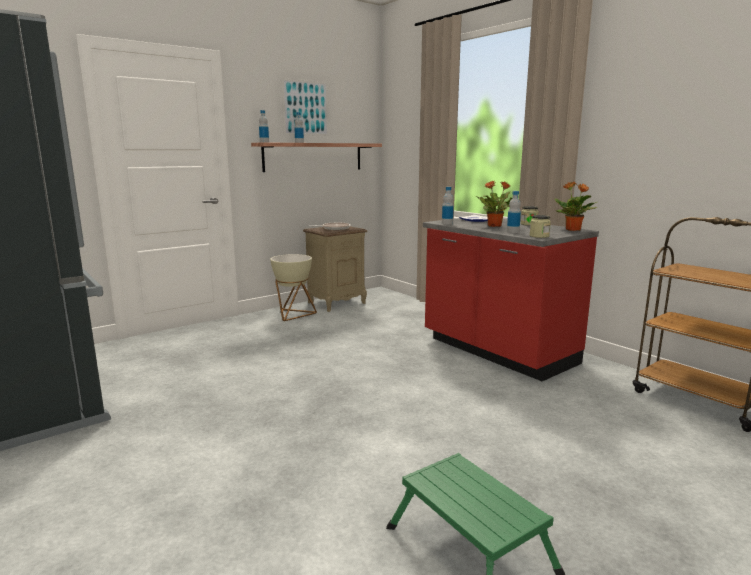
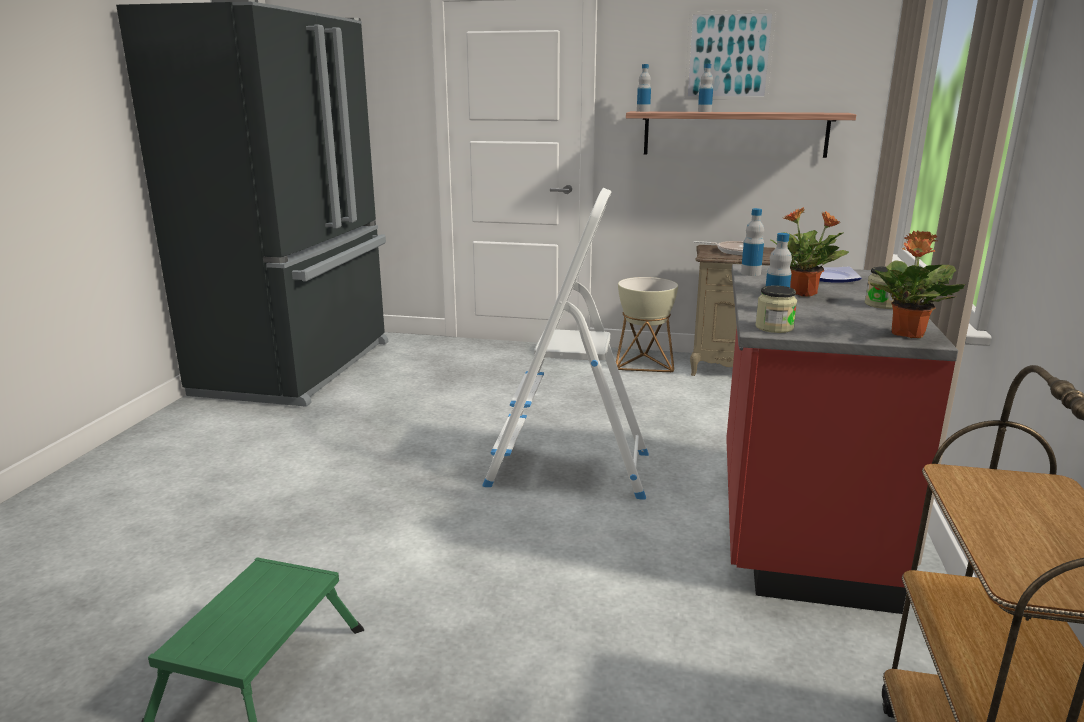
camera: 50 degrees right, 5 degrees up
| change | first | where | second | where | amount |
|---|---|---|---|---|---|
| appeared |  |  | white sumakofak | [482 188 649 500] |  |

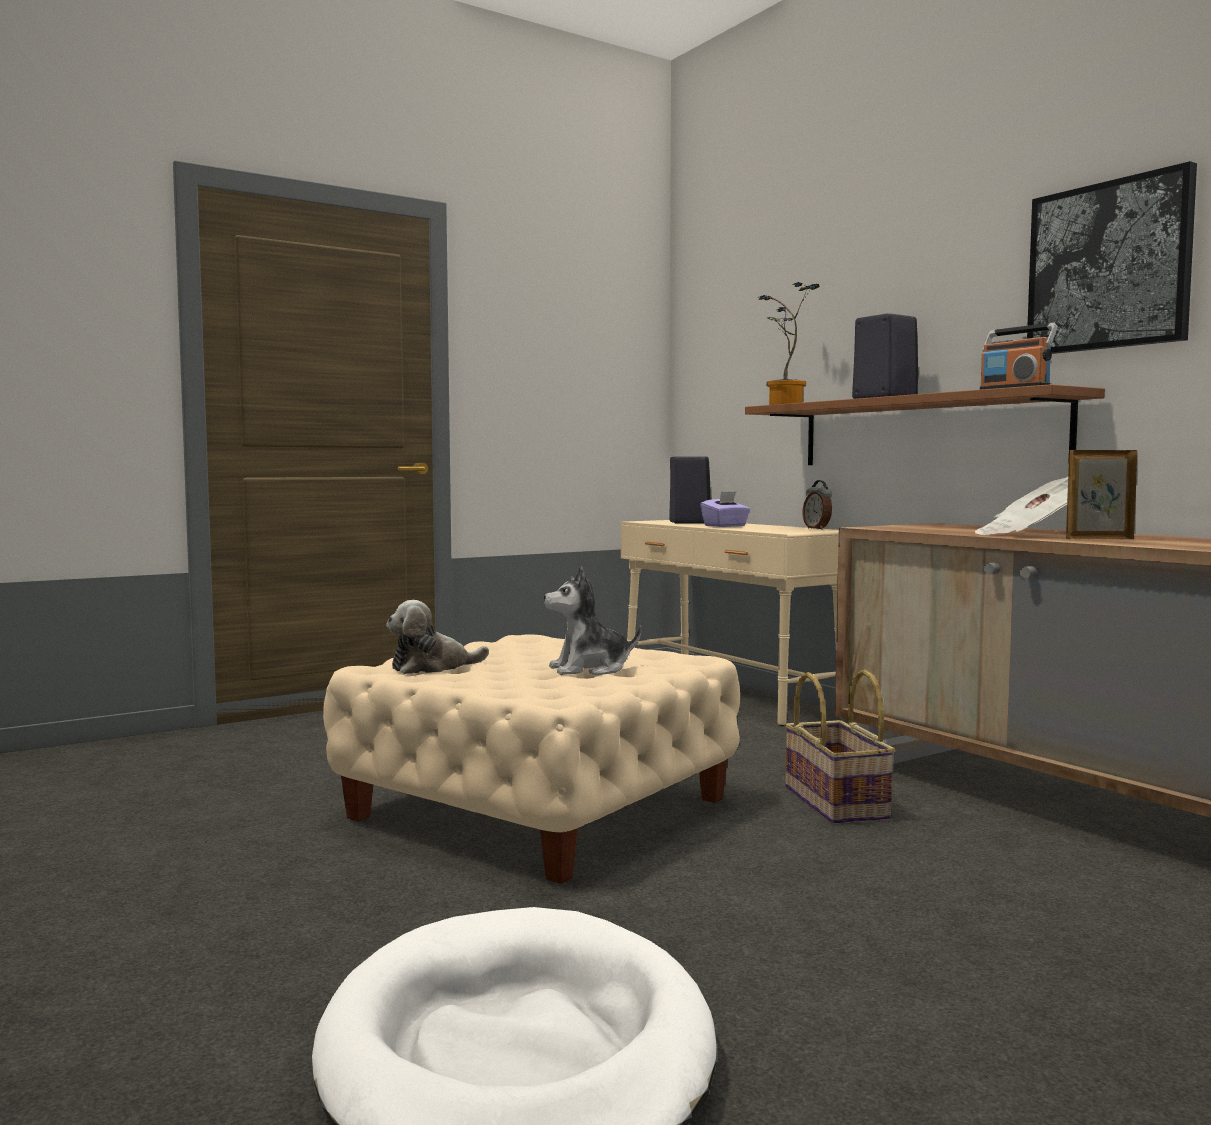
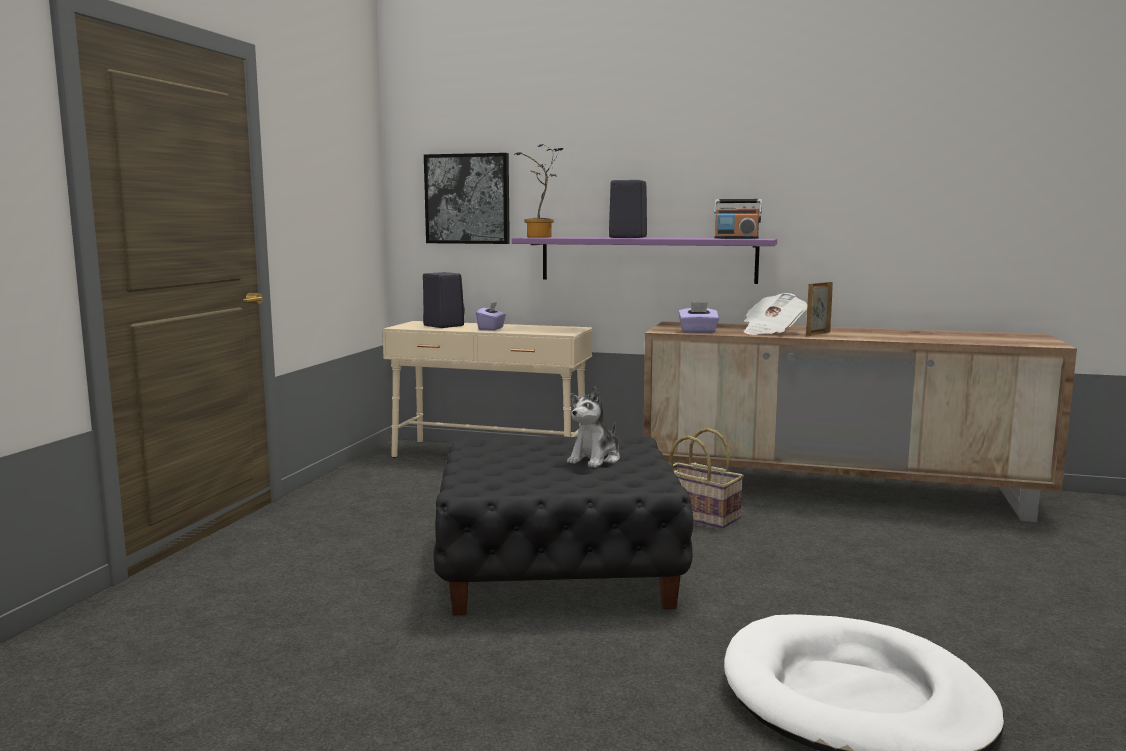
camera: 40 degrees left, 5 degrees up
| change | first | where | second | where | amount |
|---|---|---|---|---|---|
| relocated | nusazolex | [1027 161 1197 354] |  | [424 153 510 244] |  |
| colour | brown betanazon | [745 384 1105 465] | purple betanazon | [512 237 777 284] |  |
| missing | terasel | [803 480 832 530] |  |  |  |
| missing | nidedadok | [386 600 489 674] |  |  |  |
| colour | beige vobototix | [323 634 740 884] | black vobototix | [433 435 694 615] |  |
| appeared |  |  | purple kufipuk | [678 302 719 333] |  |

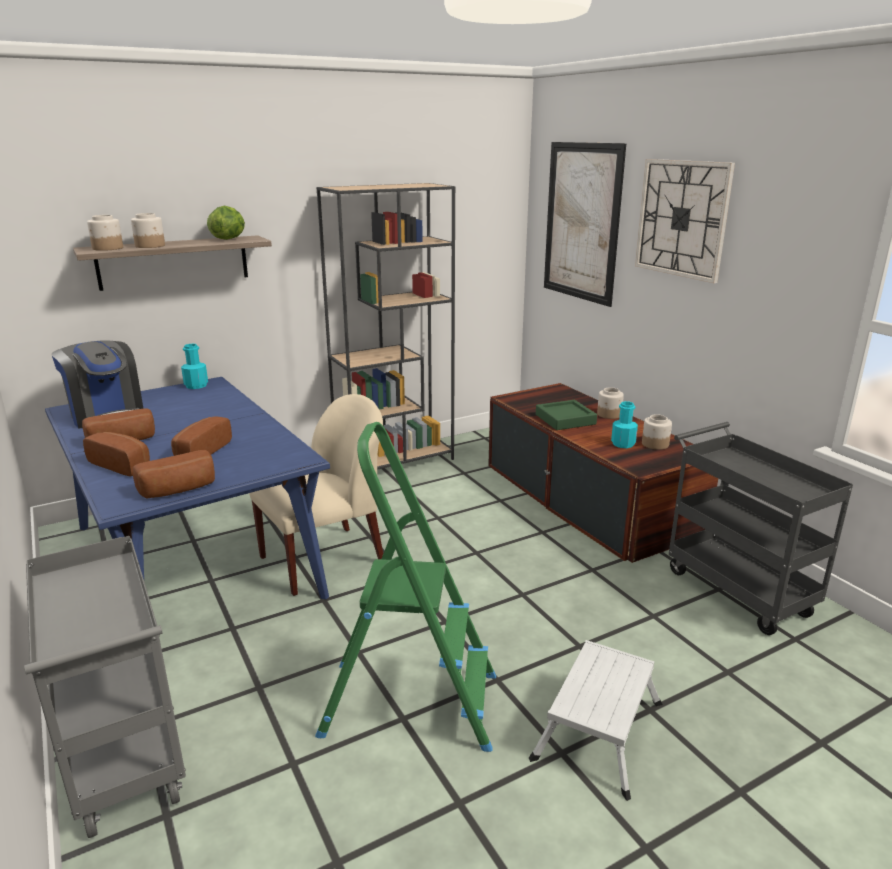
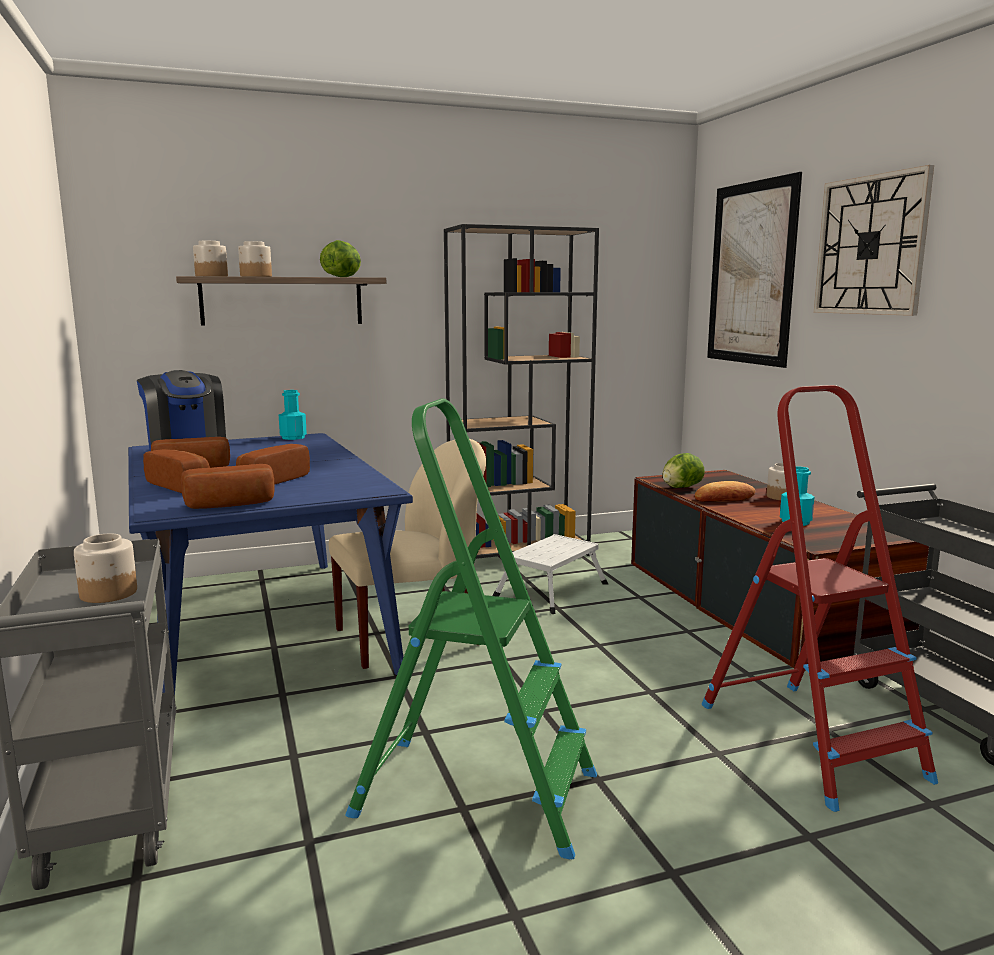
camera: 10 degrees right, 10 degrees down
| change | first | where | second | where | amount |
|---|---|---|---|---|---|
| exchanged | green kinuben | [536 400 597 430] | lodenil | [695 481 755 502] |  |
| relocated | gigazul | [642 414 672 450] |  | [74 533 137 603] |  |
| relocated | white sumakofak | [529 640 663 801] |  | [493 534 608 614] |  |
| appeared |  |  | red sumakofak | [702 385 938 812] |  |
| appeared |  |  | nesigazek | [662 453 705 488] |  |

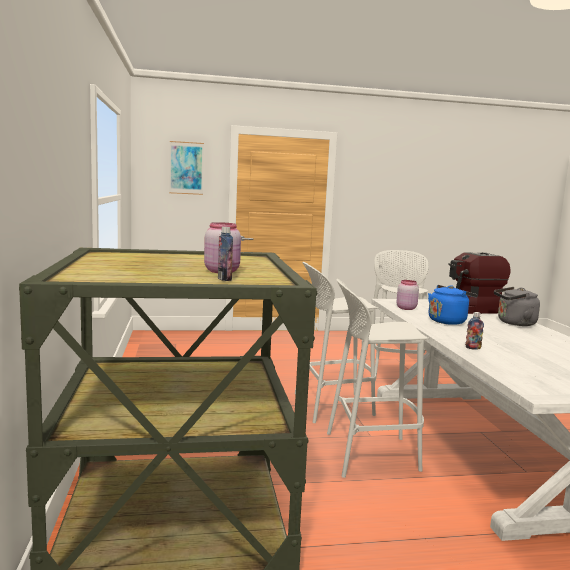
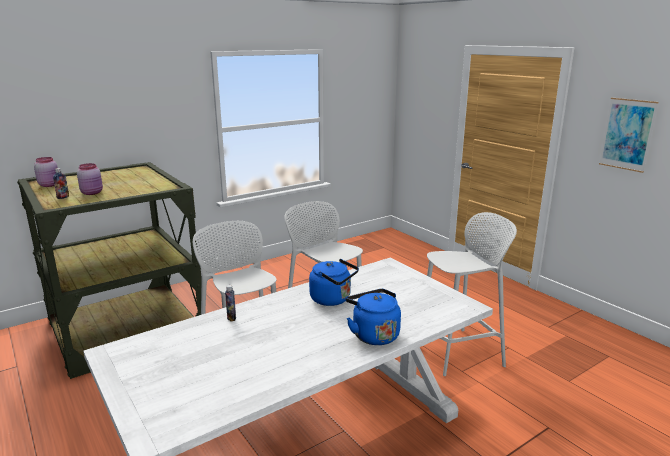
camera: 65 degrees right, 10 degrees up
| change | first | where | second | where | amount |
|---|---|---|---|---|---|
| relocated | nusazolex | [169 141 204 195] |  | [599 98 659 173] |  |
| missing | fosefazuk | [448 253 511 314] |  |  |  |
| relocated | pink gigazul | [396 280 419 310] |  | [34 157 58 187] |  |
| colour | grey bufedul | [494 287 540 326] | blue bufedul | [346 289 401 345] |  |

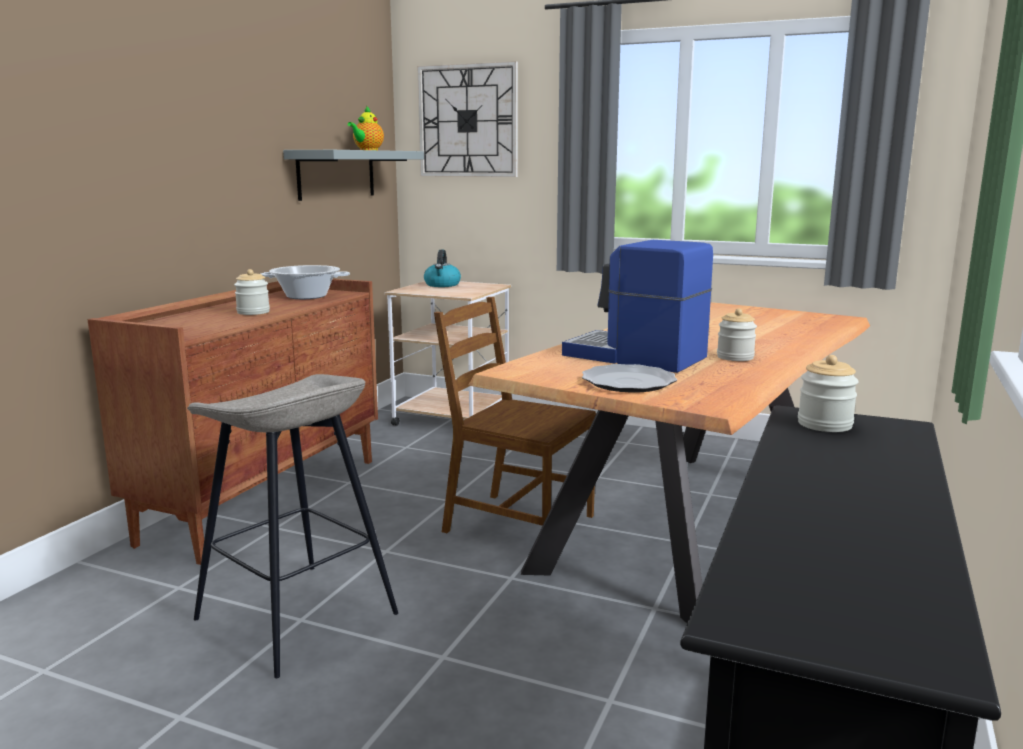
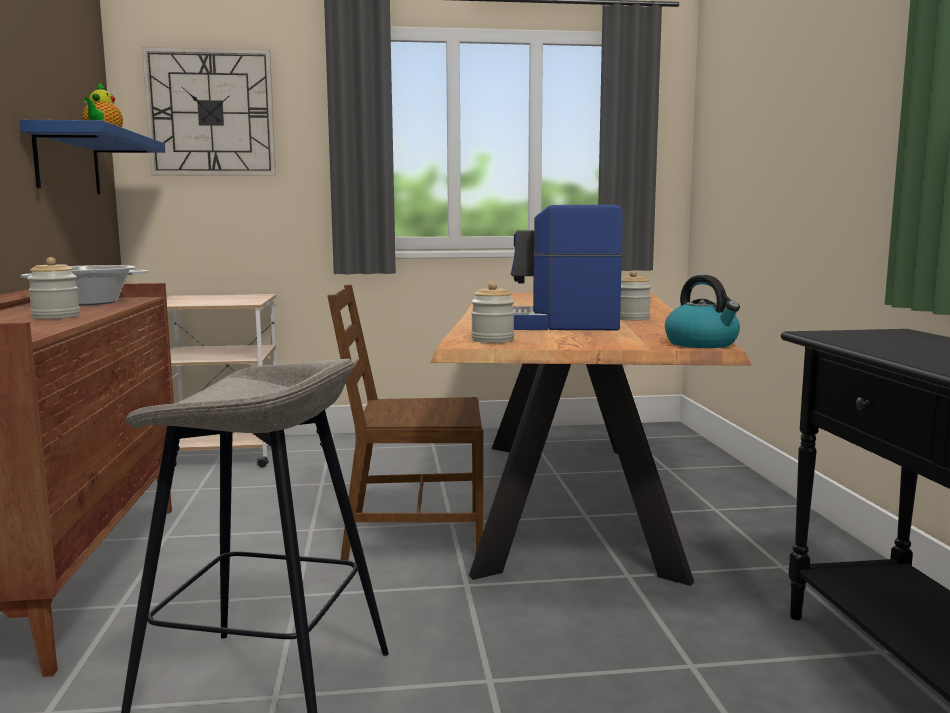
camera: 30 degrees left, 5 degrees down
| change | first | where | second | where | amount |
|---|---|---|---|---|---|
| colour | grey betanazon | [283 150 424 201] | blue betanazon | [20 120 165 194] |  |
| relocated | bufedul | [424 250 461 287] |  | [665 275 740 348] |  |
| relocated | gigazul | [798 355 859 432] |  | [471 282 514 343] |  |
| missing | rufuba | [582 364 677 392] |  |  |  |

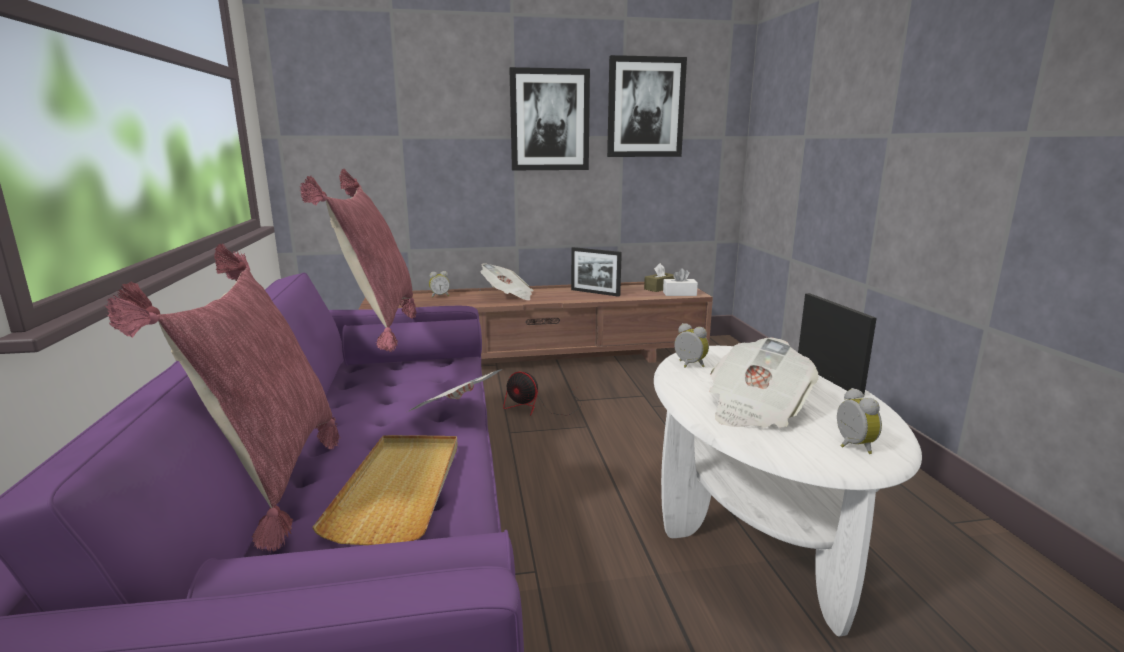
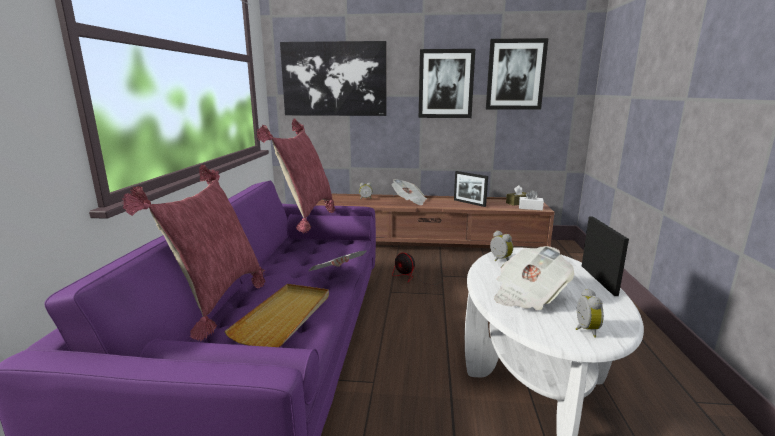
camera: 15 degrees right, 0 degrees up
| change | first | where | second | where | amount |
|---|---|---|---|---|---|
| appeared |  |  | nusazolex | [280 41 387 116] |  |

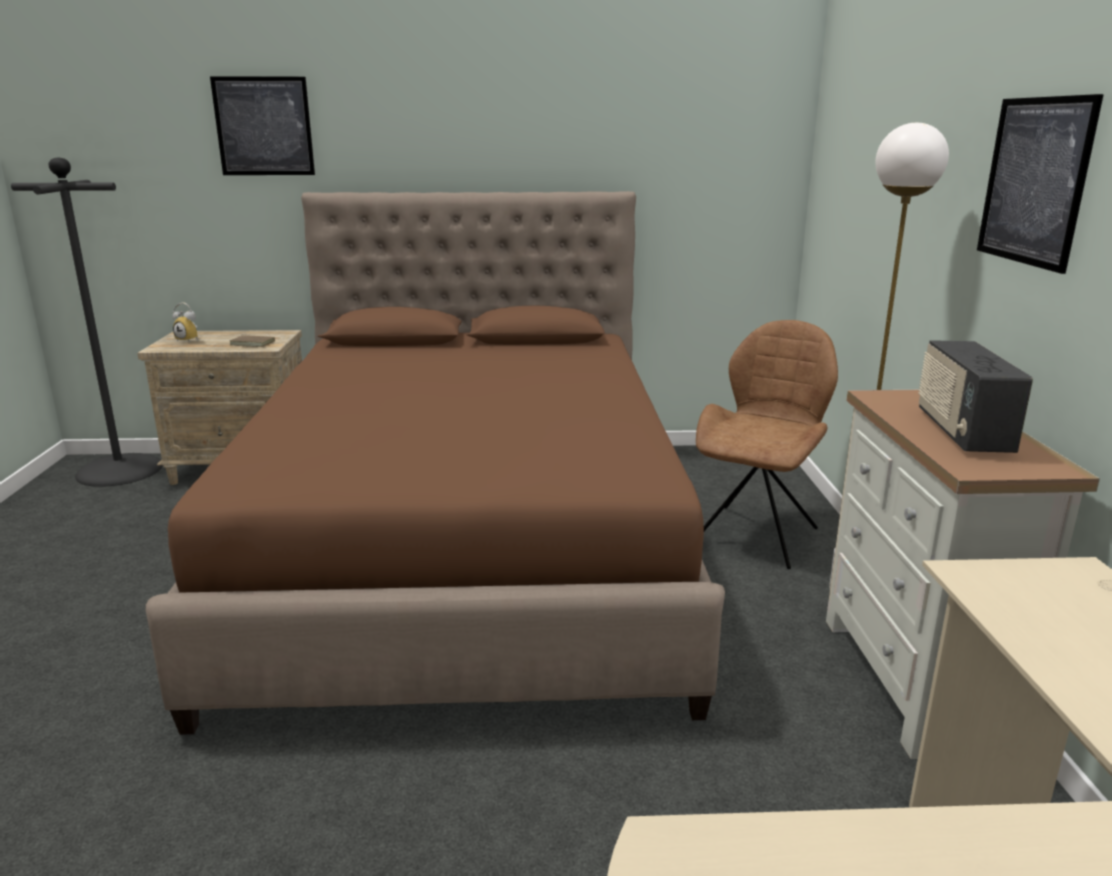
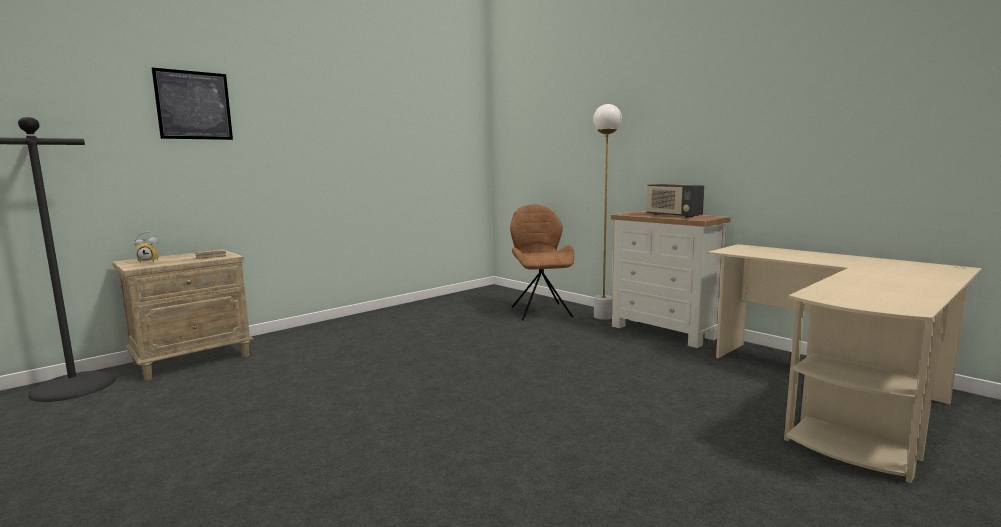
camera: 40 degrees left, 10 degrees down
| change | first | where | second | where | amount |
|---|---|---|---|---|---|
| missing | nusazolex | [977 94 1104 274] |  |  |  |
| missing | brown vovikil | [146 191 725 735] |  |  |  |

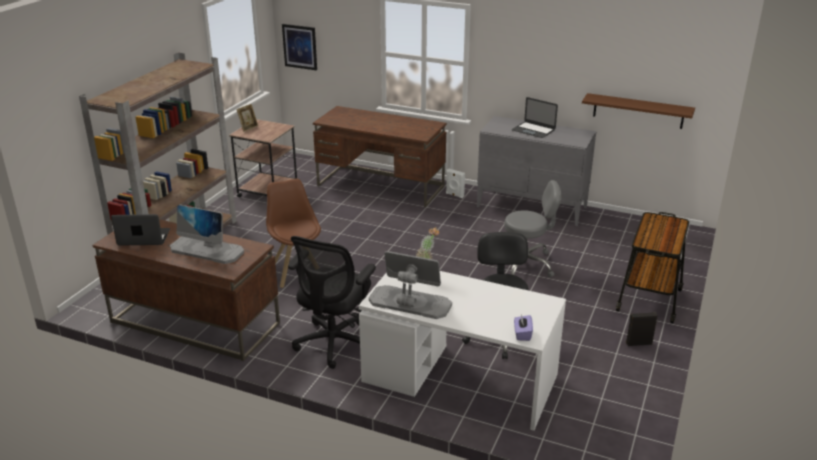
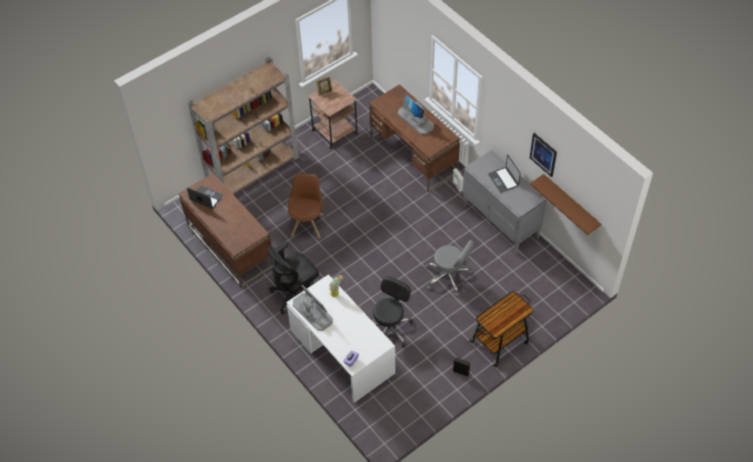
camera: 30 degrees right, 25 degrees up
| change | first | where | second | where | amount |
|---|---|---|---|---|---|
| relocated | nusazolex | [282 24 317 70] |  | [529 133 557 177] |  |
| relocated | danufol | [170 205 244 264] |  | [398 95 434 135] |  |

